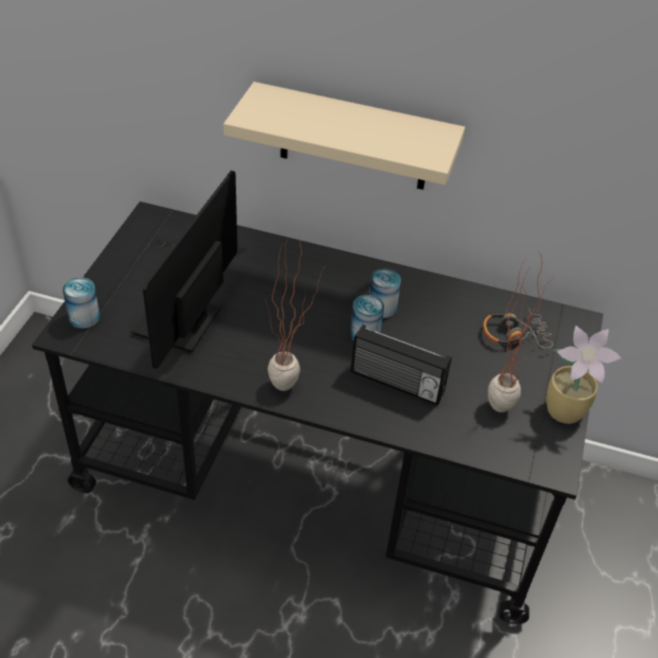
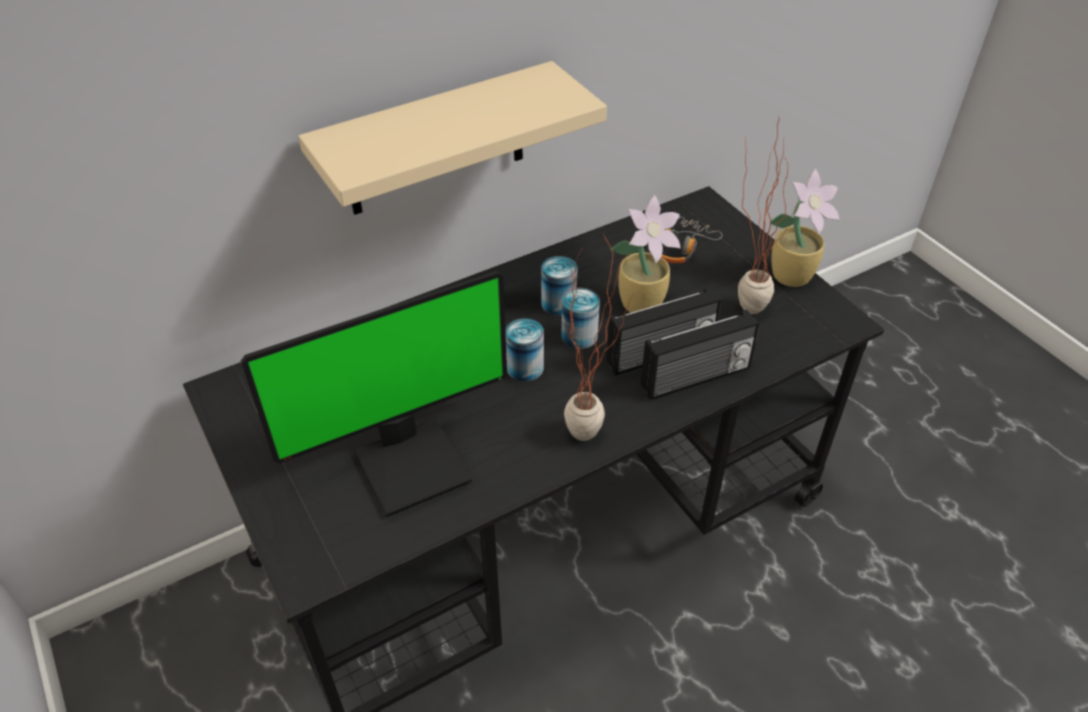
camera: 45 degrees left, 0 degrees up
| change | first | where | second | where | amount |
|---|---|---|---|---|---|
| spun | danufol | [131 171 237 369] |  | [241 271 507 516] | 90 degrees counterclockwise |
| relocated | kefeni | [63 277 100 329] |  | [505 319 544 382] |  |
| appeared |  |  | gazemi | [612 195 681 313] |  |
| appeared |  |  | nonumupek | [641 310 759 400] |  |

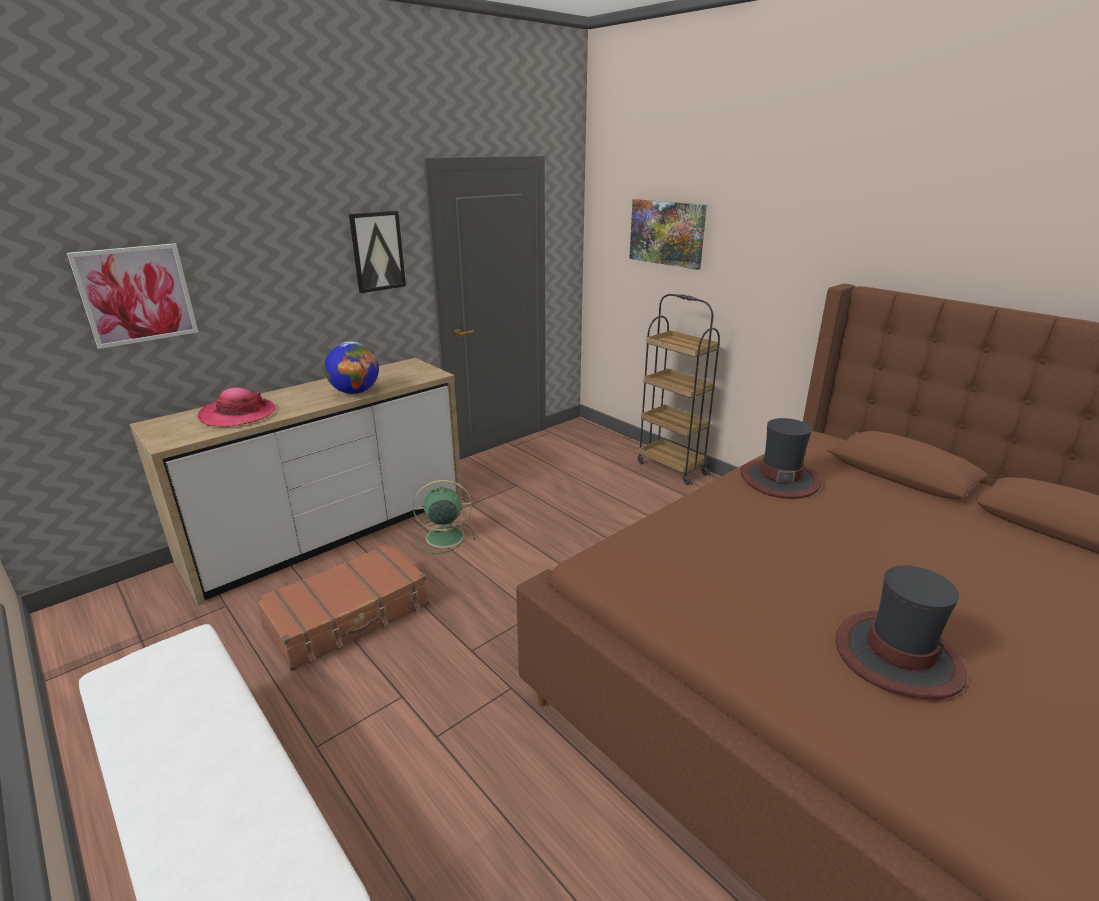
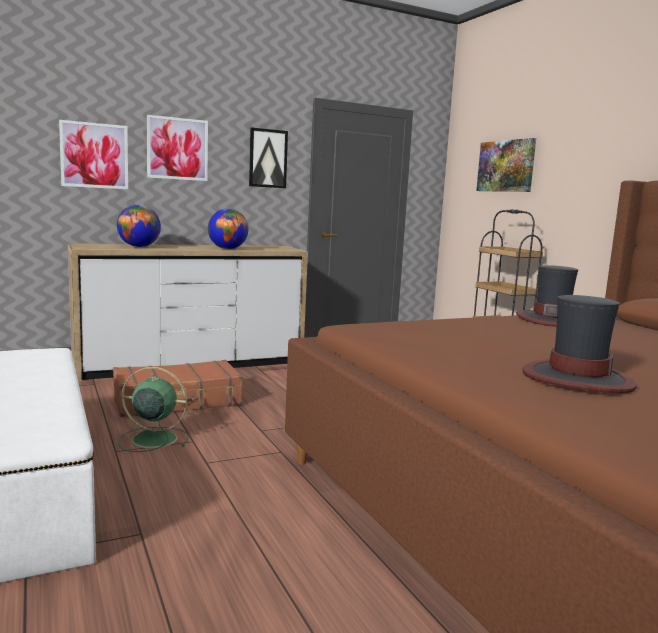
camera: 15 degrees right, 15 degrees down
| change | first | where | second | where | amount |
|---|---|---|---|---|---|
| exchanged | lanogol | [197 387 276 427] | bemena | [117 205 161 247] |  |
| relocated | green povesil | [413 480 476 554] |  | [118 367 188 452] |  |
| appeared |  |  | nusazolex | [147 115 208 181] |  |

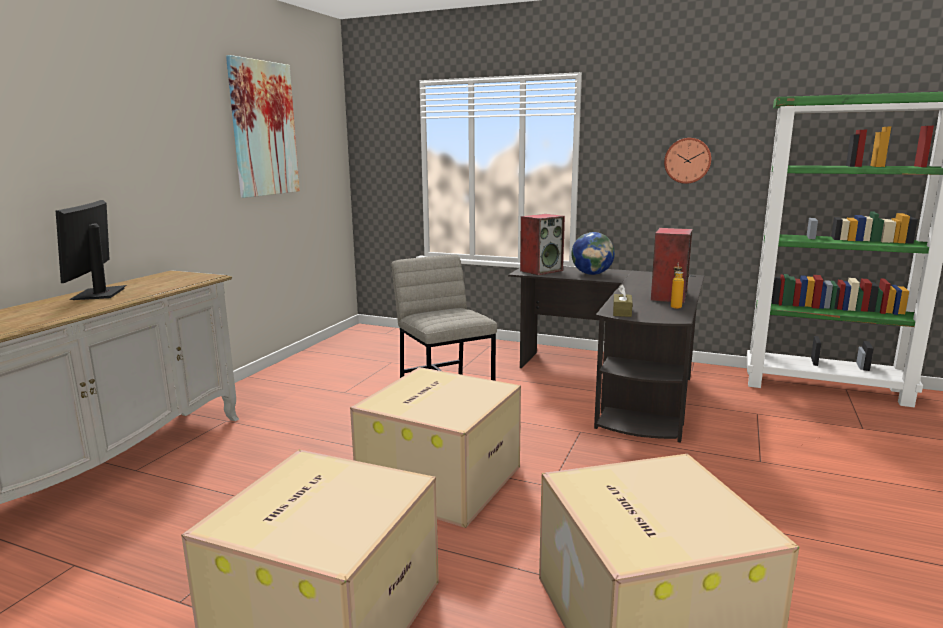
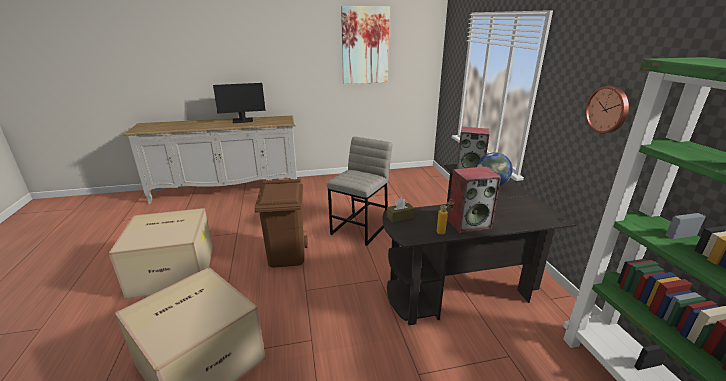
camera: 55 degrees right, 10 degrees up
| change | first | where | second | where | amount |
|---|---|---|---|---|---|
| spun | danufol | [56 200 127 300] |  | [213 83 266 123] | 150 degrees counterclockwise |
| exchanged | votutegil | [350 367 521 528] | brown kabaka | [254 179 308 267] |  |

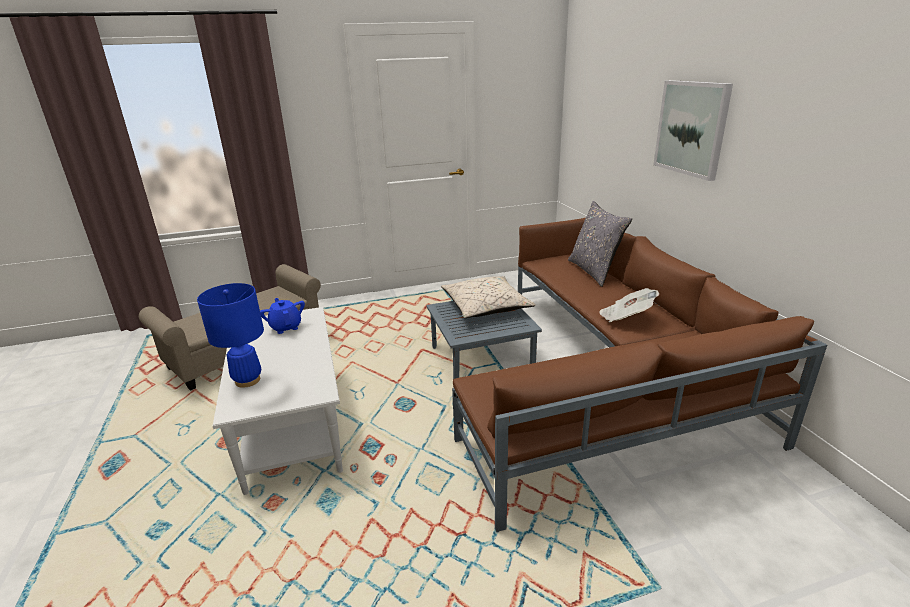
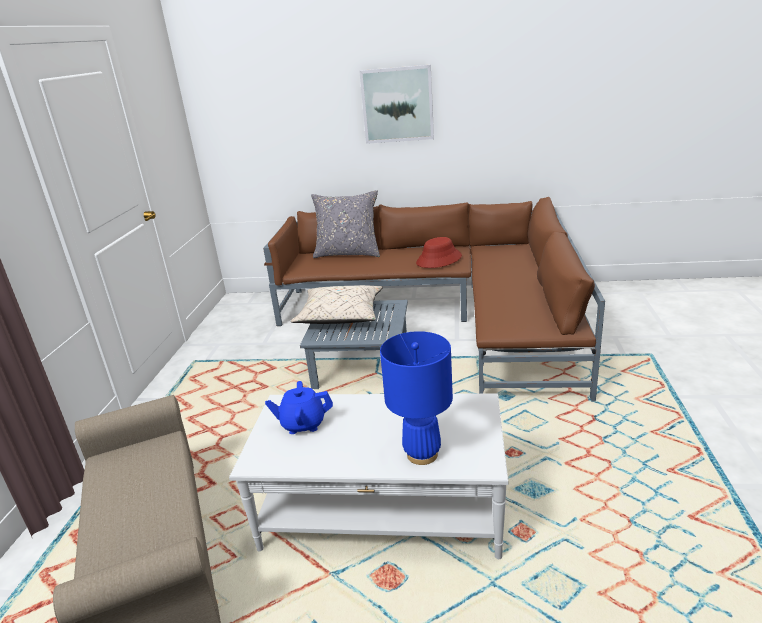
camera: 65 degrees left, 0 degrees up
| change | first | where | second | where | amount |
|---|---|---|---|---|---|
| exchanged | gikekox | [599 288 659 322] | red lanogol | [416 237 462 268] |  |

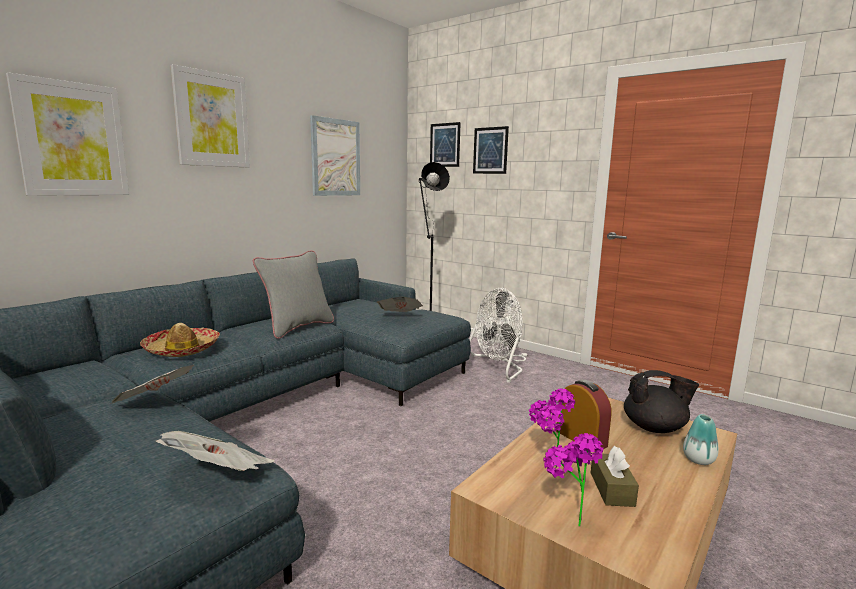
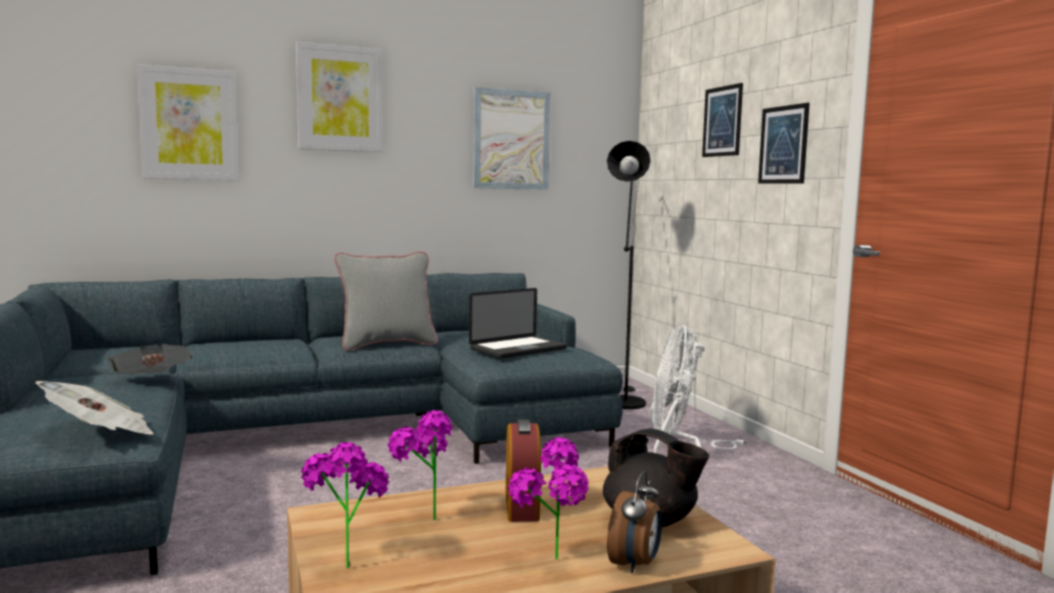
camera: 30 degrees right, 5 degrees down
| change | first | where | second | where | amount |
|---|---|---|---|---|---|
| relocated | nusazolex | [430 122 461 167] |  | [758 103 810 184] |  |
| exchanged | gikekox | [377 297 423 312] | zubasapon | [469 288 567 358] |  |
| missing | lanogol | [140 323 220 357] |  |  |  |
| exchanged | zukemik | [683 414 718 465] | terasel | [607 471 662 574] |  |
| missing | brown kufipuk | [591 446 639 507] |  |  |  |
| appeared |  |  | gazemi | [508 437 589 559] |  |

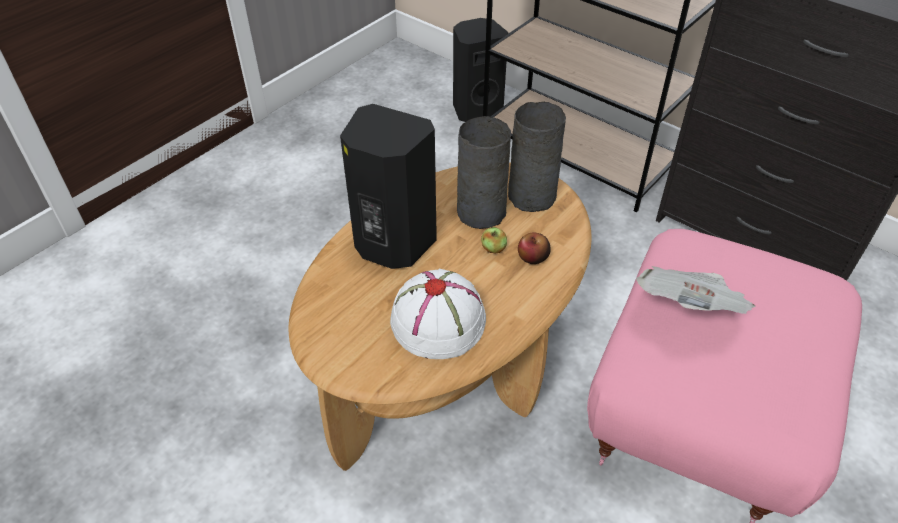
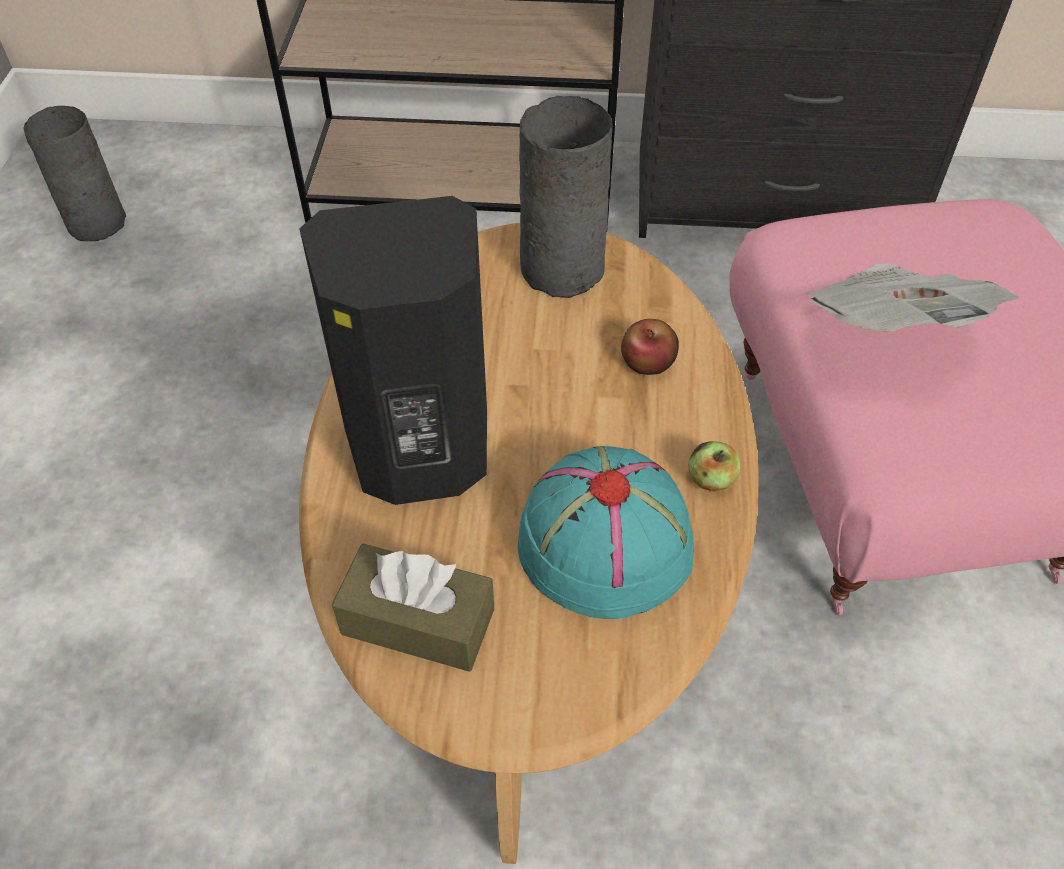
camera: 35 degrees left, 5 degrees up
| change | first | where | second | where | amount |
|---|---|---|---|---|---|
| missing | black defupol | [453 18 508 122] |  |  |  |
| relocated | grey zukemik | [457 116 511 229] |  | [23 106 126 241] |  |
| relocated | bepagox | [481 227 507 254] |  | [688 441 741 491] |  |
| colour | white lanogol | [390 269 486 359] | turquoise lanogol | [518 446 694 619] |  |
| appeared |  |  | brown kufipuk | [332 544 494 672] |  |

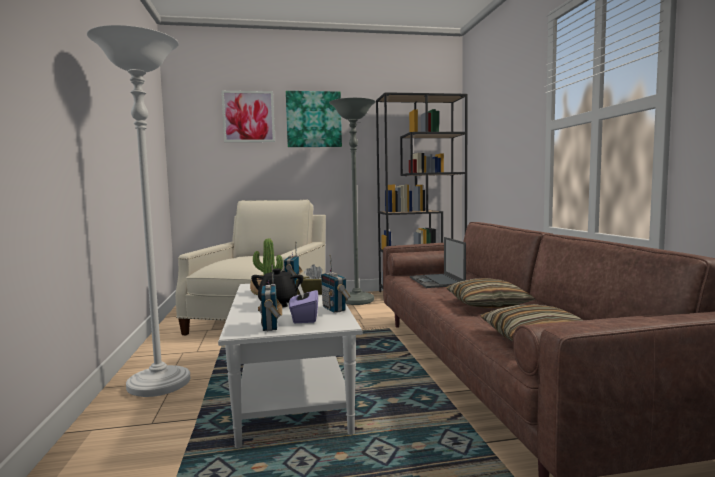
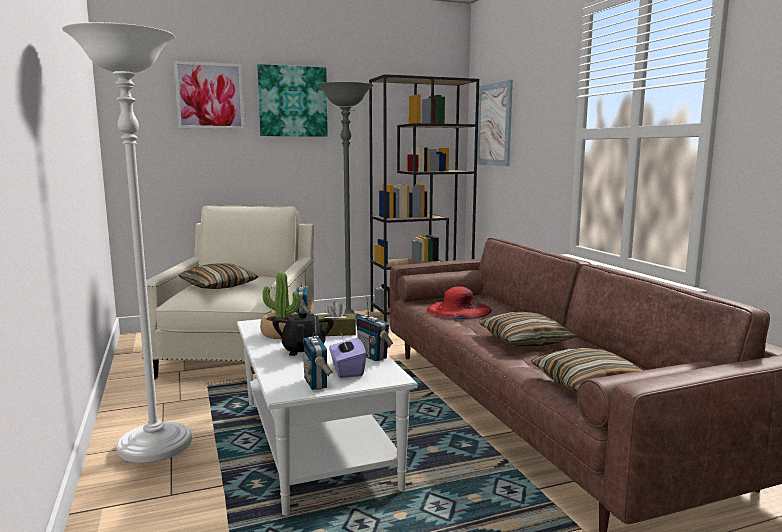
camera: 10 degrees left, 5 degrees up
| change | first | where | second | where | amount |
|---|---|---|---|---|---|
| exchanged | zubasapon | [410 237 466 288] | red lanogol | [427 286 492 319] |  |
| appeared |  |  | nusazolex | [477 80 513 166] |  |
| appeared |  |  | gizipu | [178 263 259 289] |  |

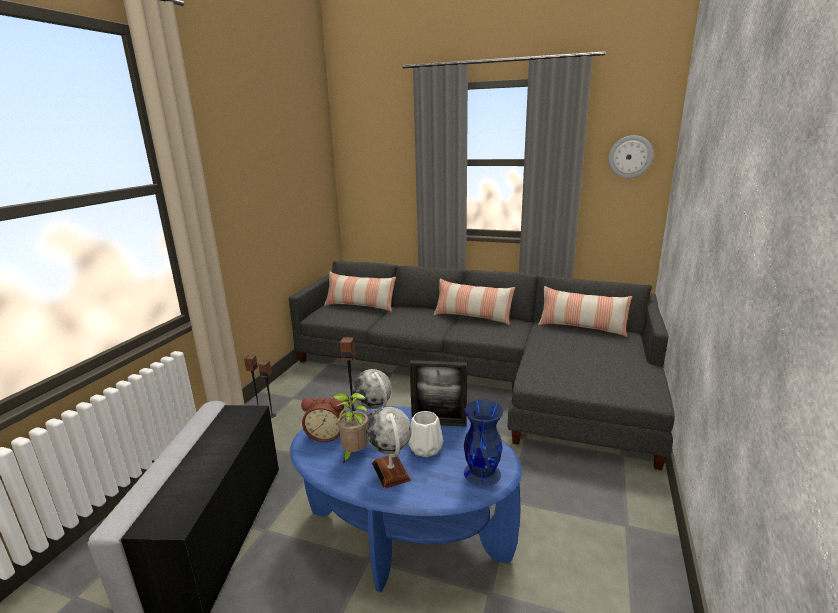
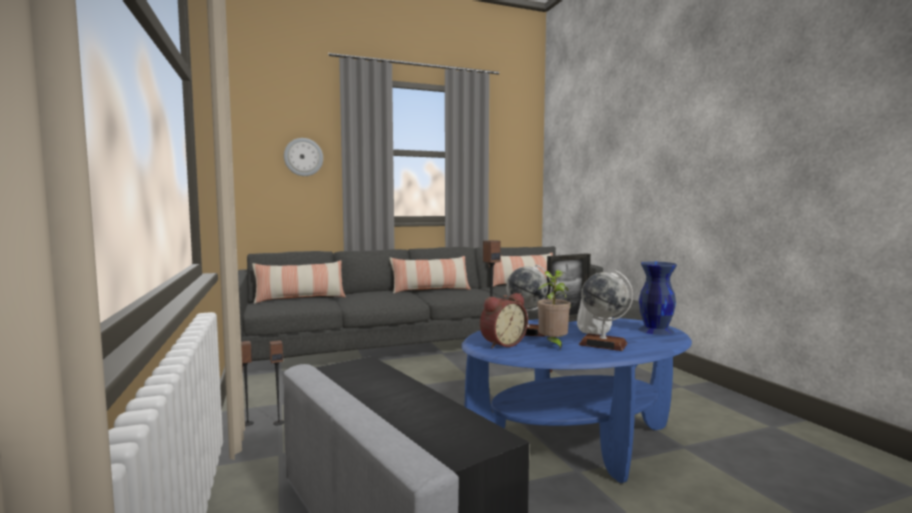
camera: 40 degrees left, 15 degrees down
| change | first | where | second | where | amount |
|---|---|---|---|---|---|
| relocated | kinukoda | [608 135 654 178] |  | [284 138 323 176] |  |

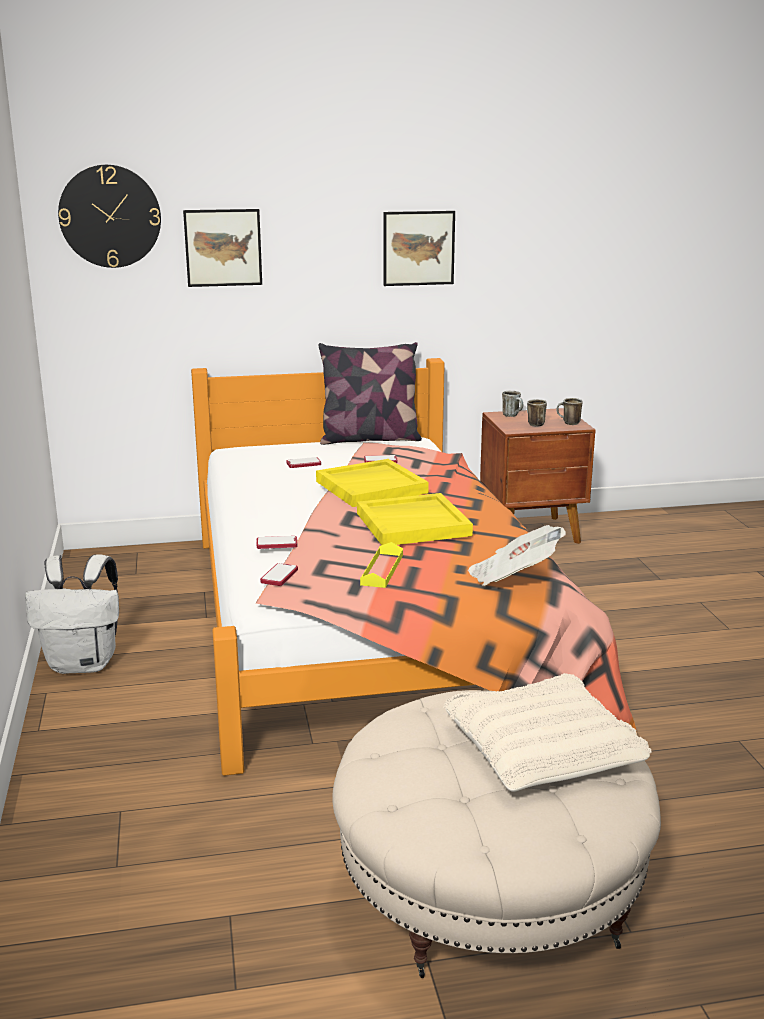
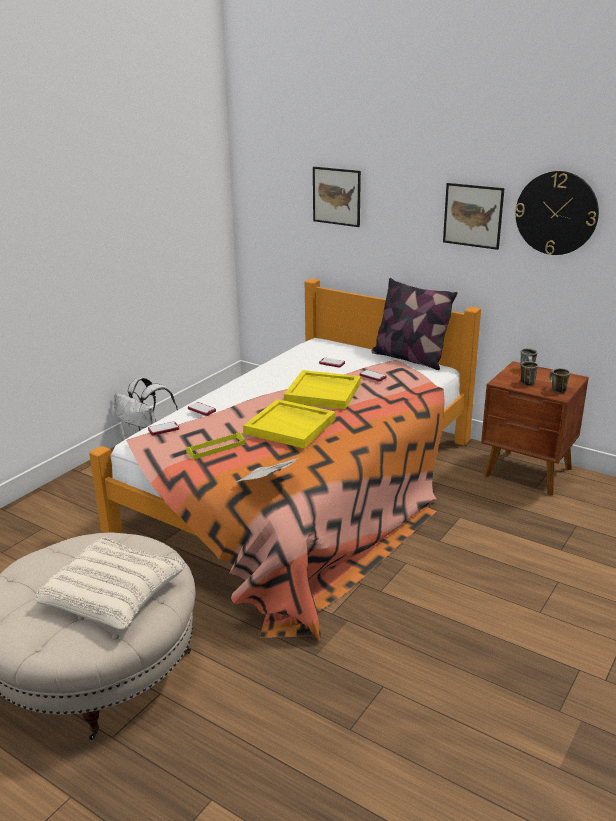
camera: 45 degrees right, 5 degrees up
| change | first | where | second | where | amount |
|---|---|---|---|---|---|
| relocated | kinukoda | [58 165 161 268] |  | [515 171 599 255] |  |

